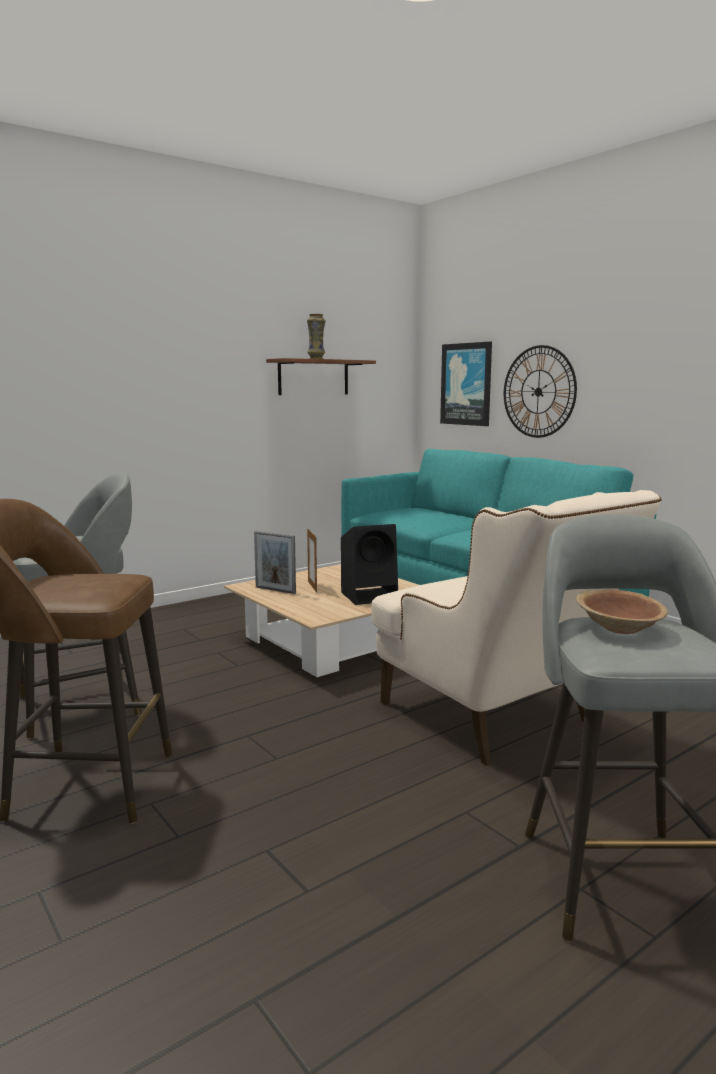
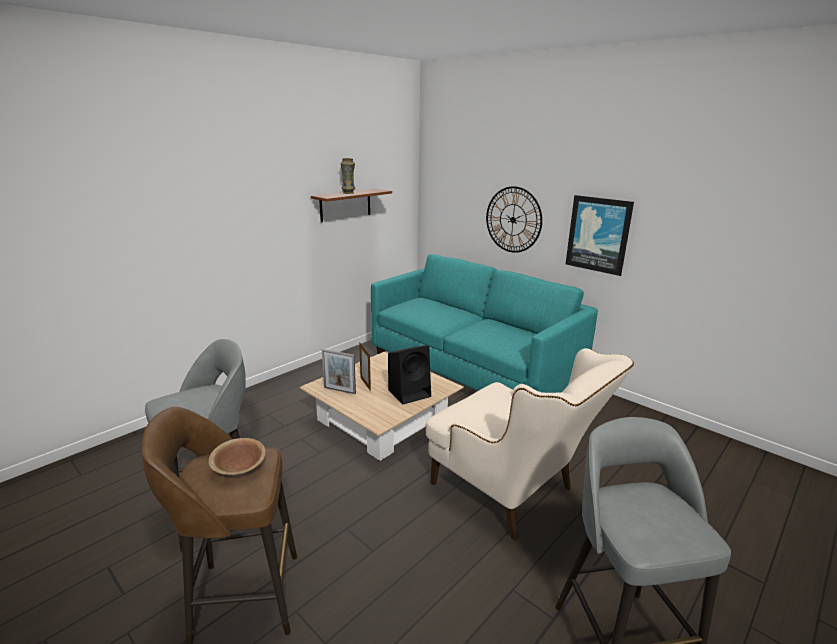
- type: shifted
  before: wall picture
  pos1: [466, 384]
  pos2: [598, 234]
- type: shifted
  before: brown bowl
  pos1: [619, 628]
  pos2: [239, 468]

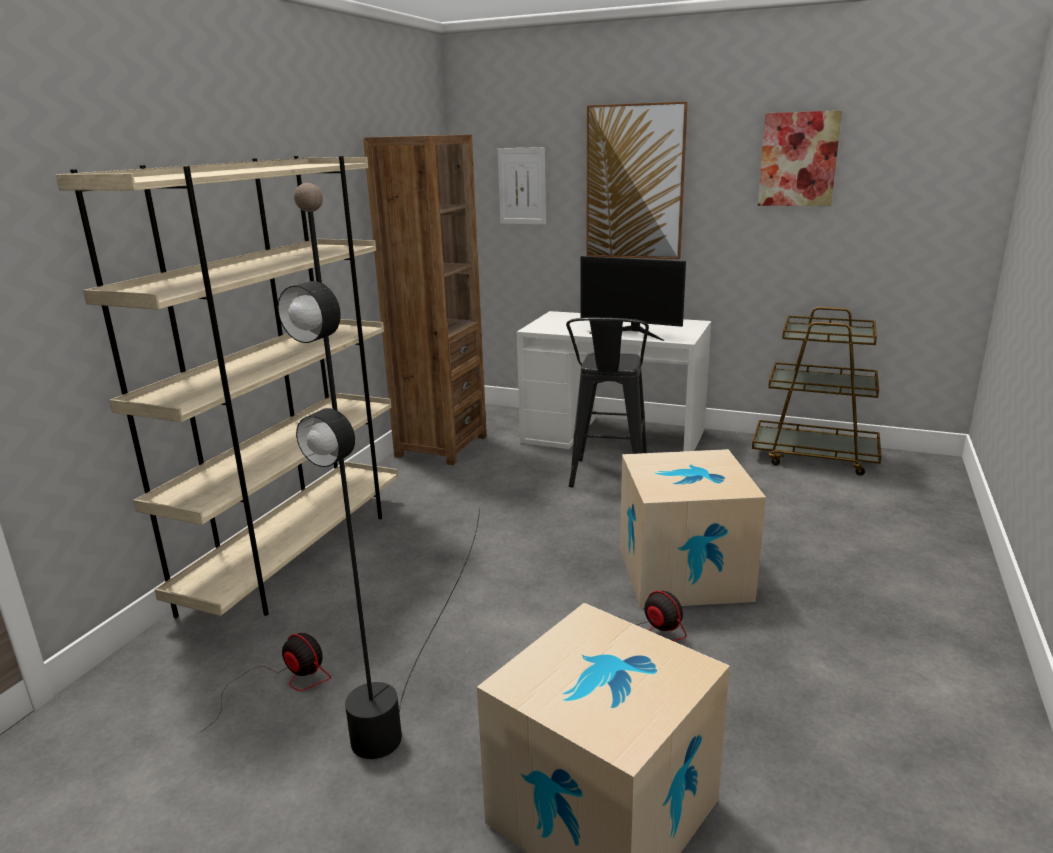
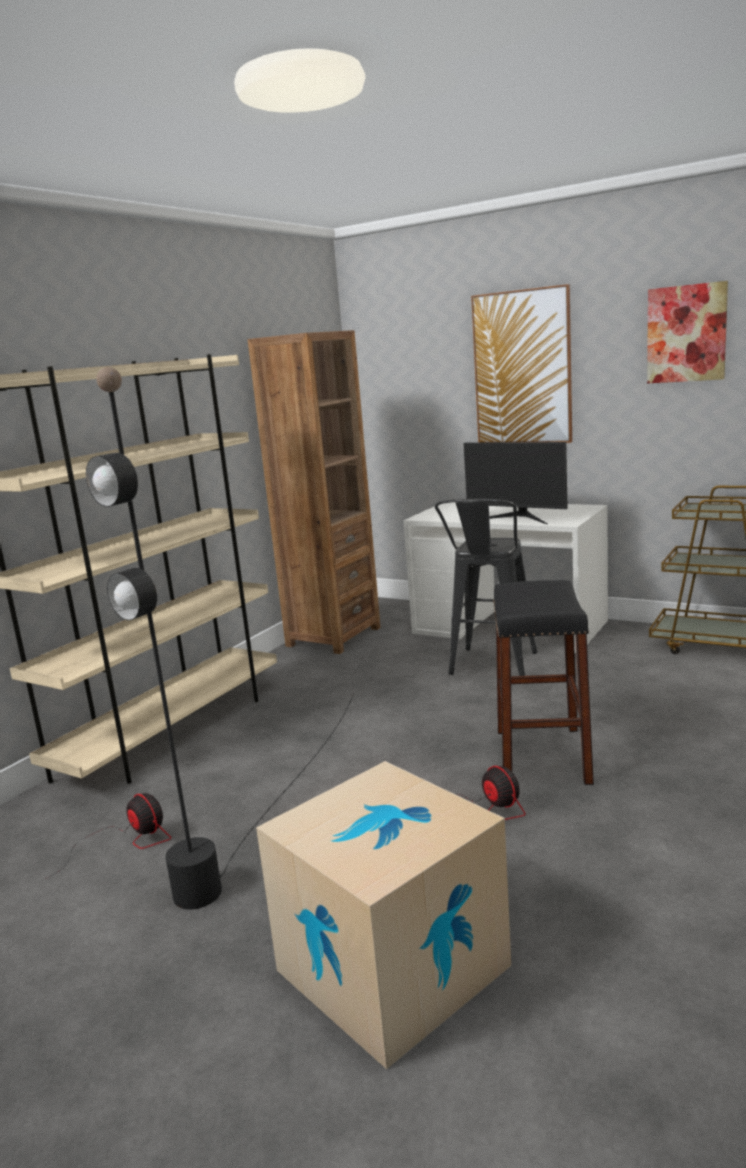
- type: gone
  before: wall picture
  pos1: [522, 186]
- type: swapped
  before: packing box
  after: black sitting stool
  pos1: [683, 573]
  pos2: [542, 756]

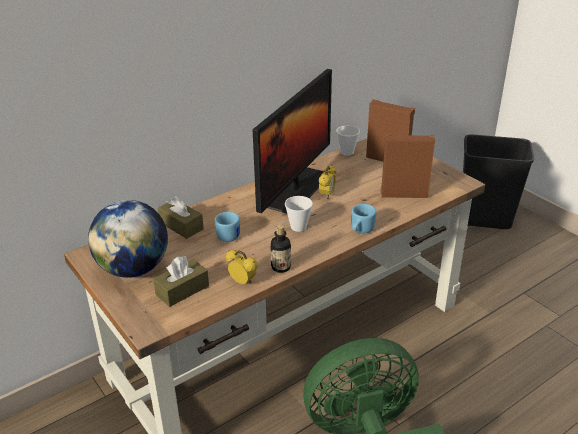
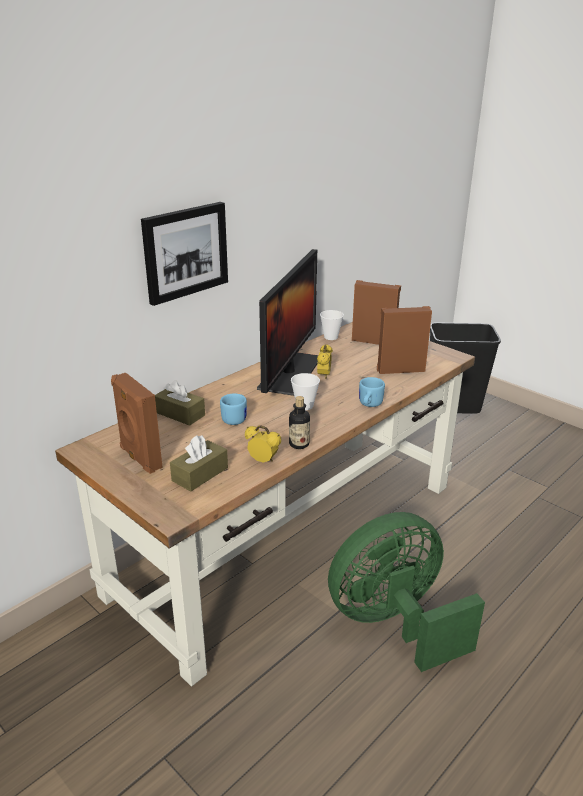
- type: swapped
  before: desk globe
  after: brown speaker
  pos1: [133, 269]
  pos2: [139, 458]
- type: new
  after: wall picture
  pos2: [185, 252]

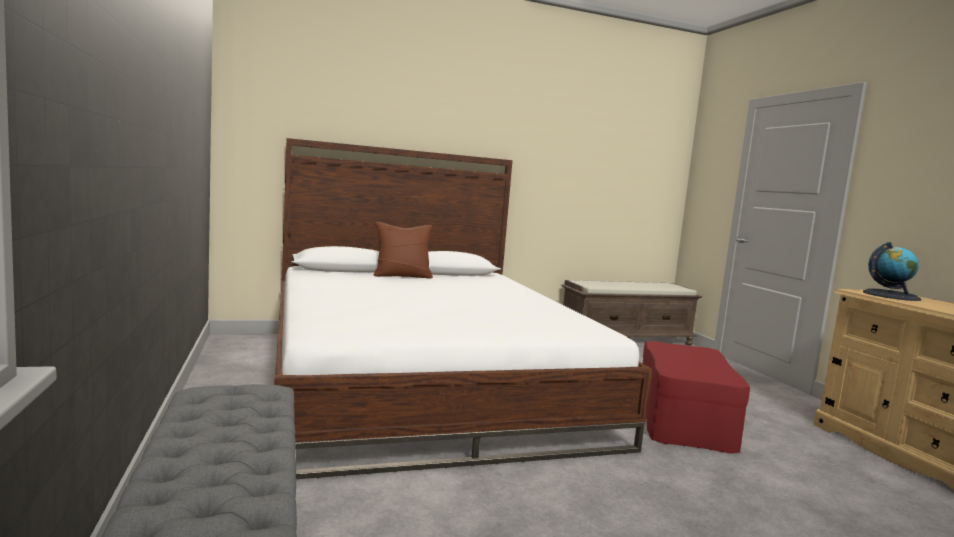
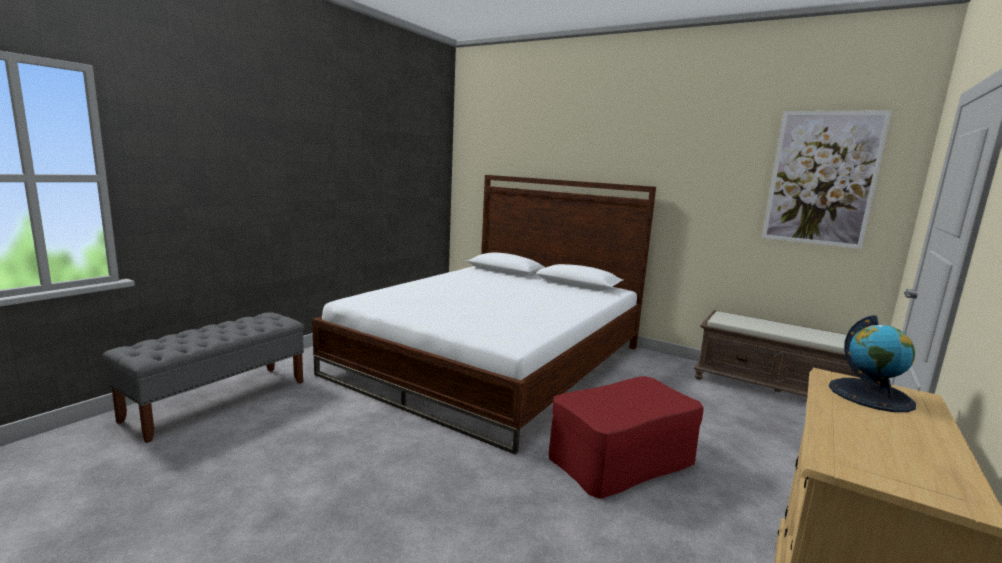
- type: gone
  before: brown throw pillow
  pos1: [402, 276]
- type: new
  after: wall picture
  pos2: [822, 178]

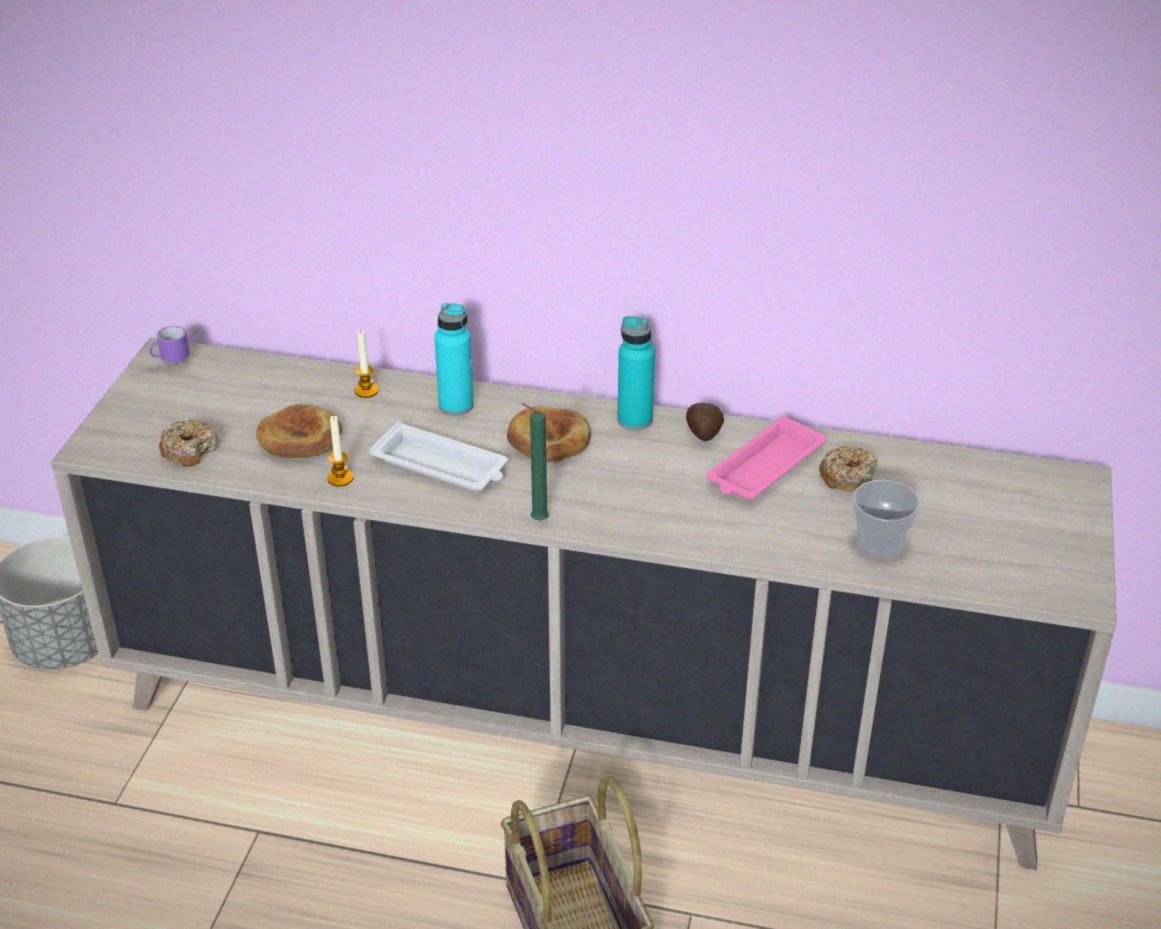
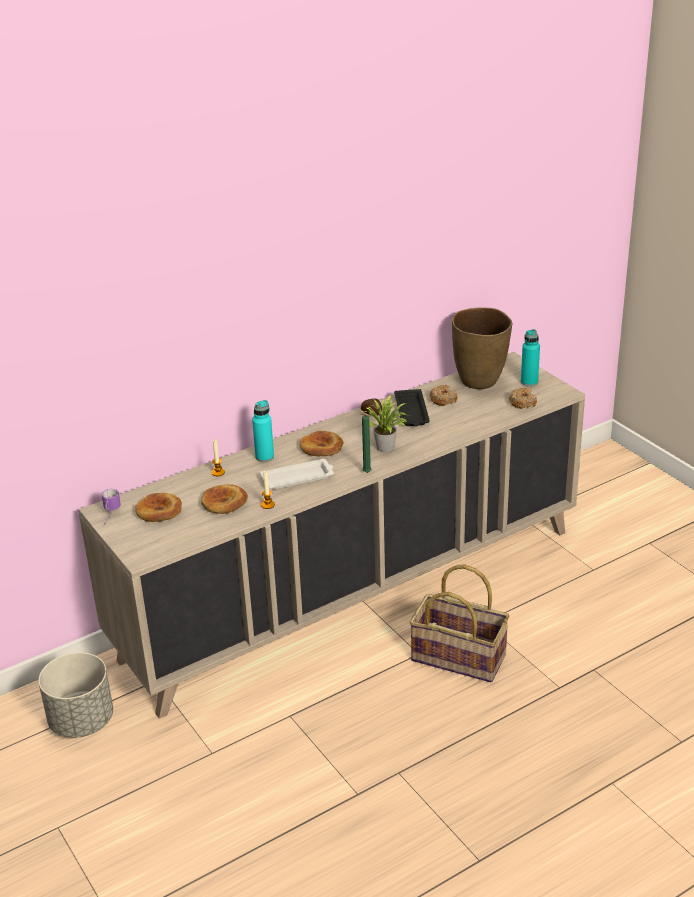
- type: shifted
  before: blue-green beverage bottle
  pos1: [635, 420]
  pos2: [529, 382]
- type: repainted
  before: pink-coloured carrying tray
  after: black carrying tray
  pos1: [764, 468]
  pos2: [411, 412]
- type: shifted
  before: doughnut
  pos1: [189, 450]
  pos2: [522, 402]
- type: gone
  before: cup
  pos1: [880, 544]
- type: new
  after: brown flower vase
  pos2: [480, 381]
- type: new
  after: potted plant
  pos2: [386, 448]
- type: new
  after: baked bread
  pos2: [159, 511]

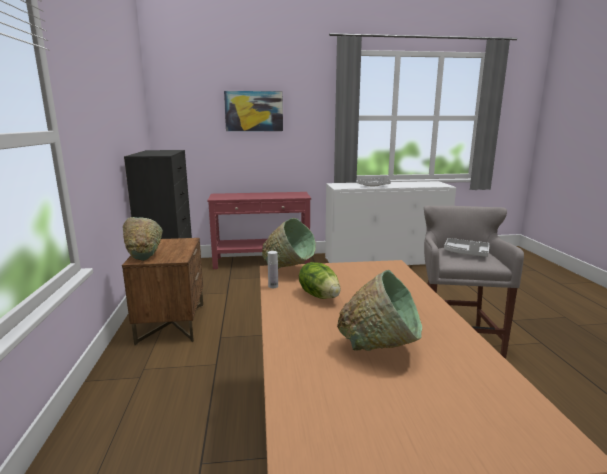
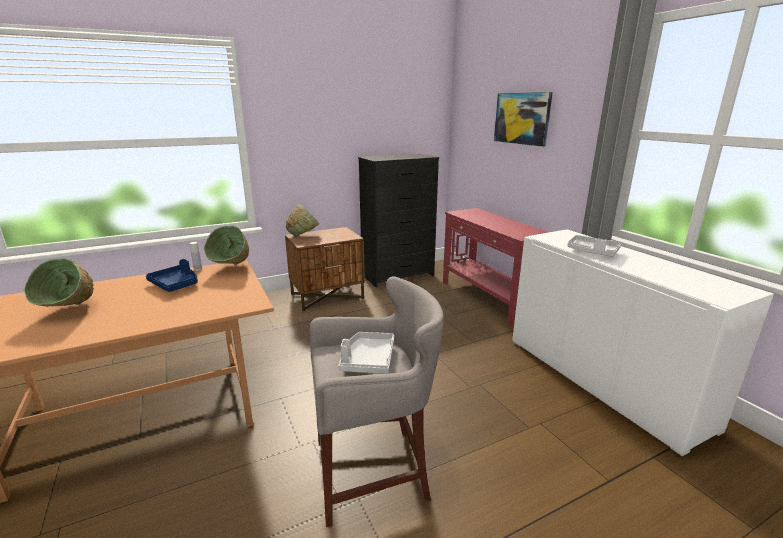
- type: swapped
  before: lettuce
  after: bluish carrying tray
  pos1: [320, 295]
  pos2: [176, 284]

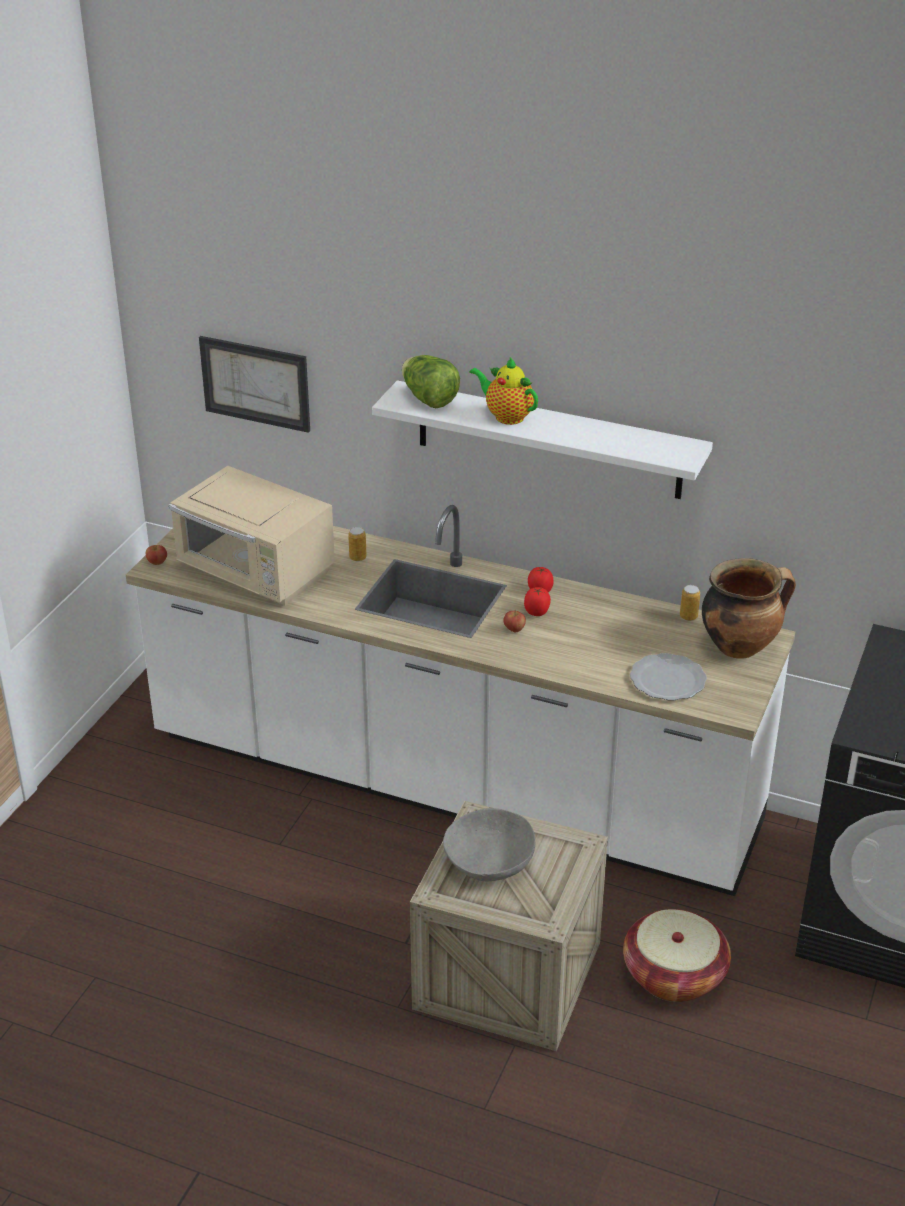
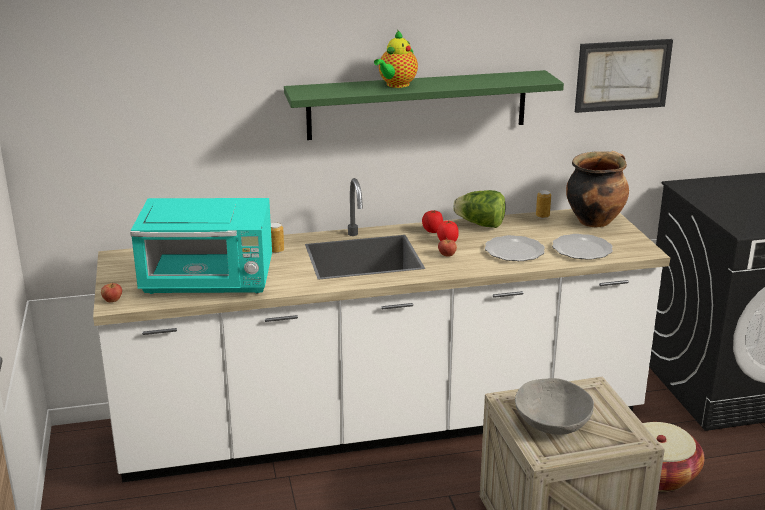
- type: shifted
  before: wall picture
  pos1: [255, 383]
  pos2: [622, 75]
- type: shifted
  before: lettuce
  pos1: [428, 399]
  pos2: [480, 225]
- type: rotated
  before: pot for tea
  pos1: [506, 416]
  pos2: [396, 85]
  turn: -60
- type: repainted
  before: whitish shelf
  after: green-coloured shelf
  pos1: [548, 440]
  pos2: [417, 105]
- type: repainted
  before: beige-coloured microwave
  after: blue-green microwave
  pos1: [257, 573]
  pos2: [209, 282]
- type: new
  after: dinner plate
  pos2: [513, 251]

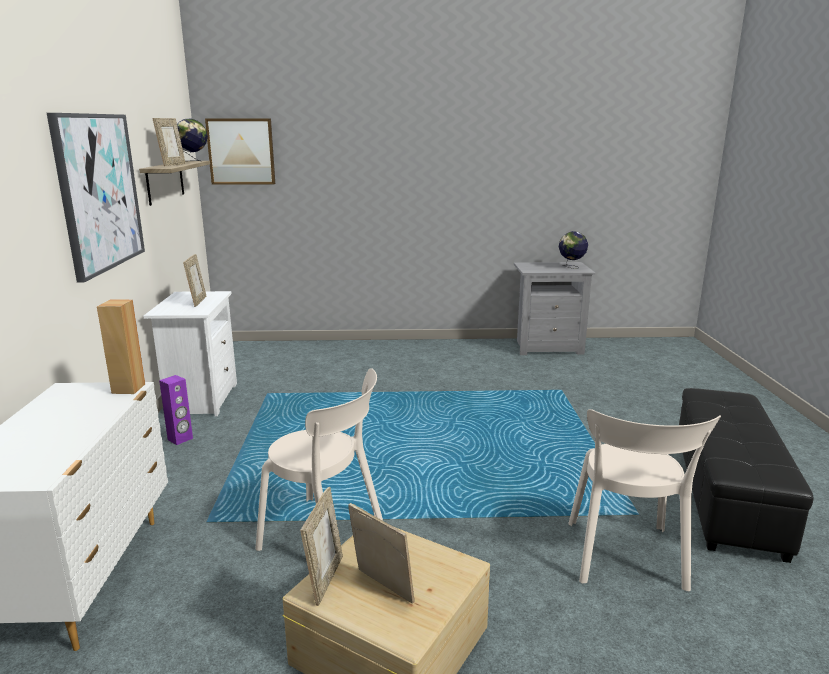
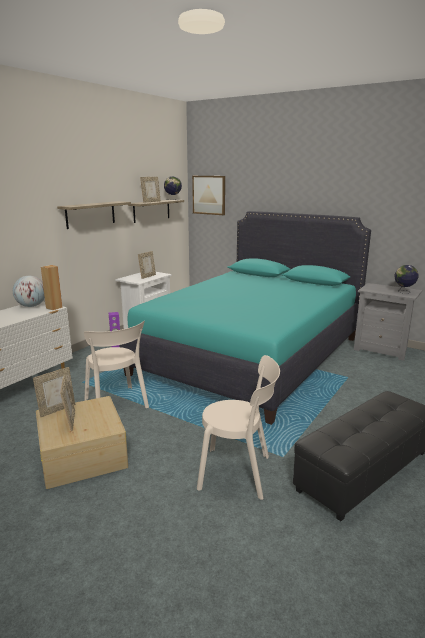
- type: swapped
  before: wall picture
  after: shelf
  pos1: [99, 192]
  pos2: [90, 214]
- type: rotated
  before: beige-coloured plain chair
  pos1: [625, 558]
  pos2: [239, 473]
  turn: -120
- type: new
  after: blue-green bedroom bed
  pos2: [251, 355]
- type: new
  after: desk globe
  pos2: [31, 306]

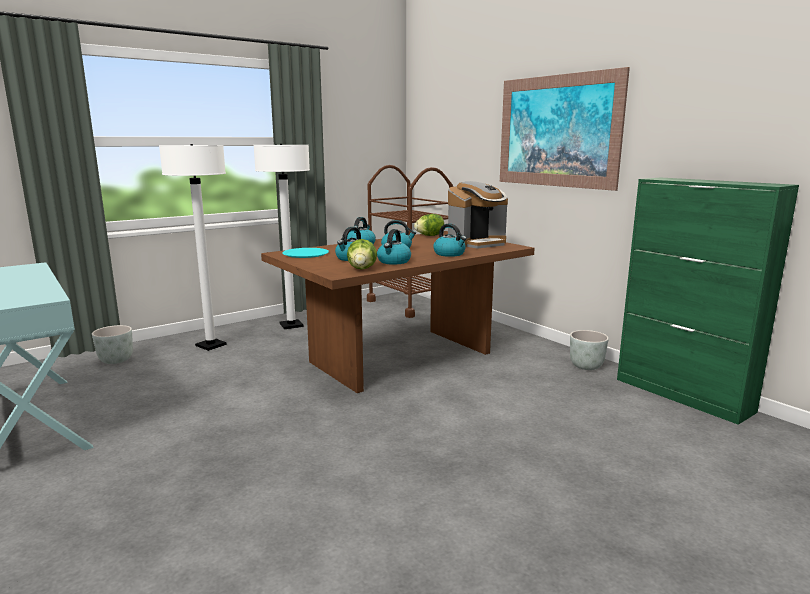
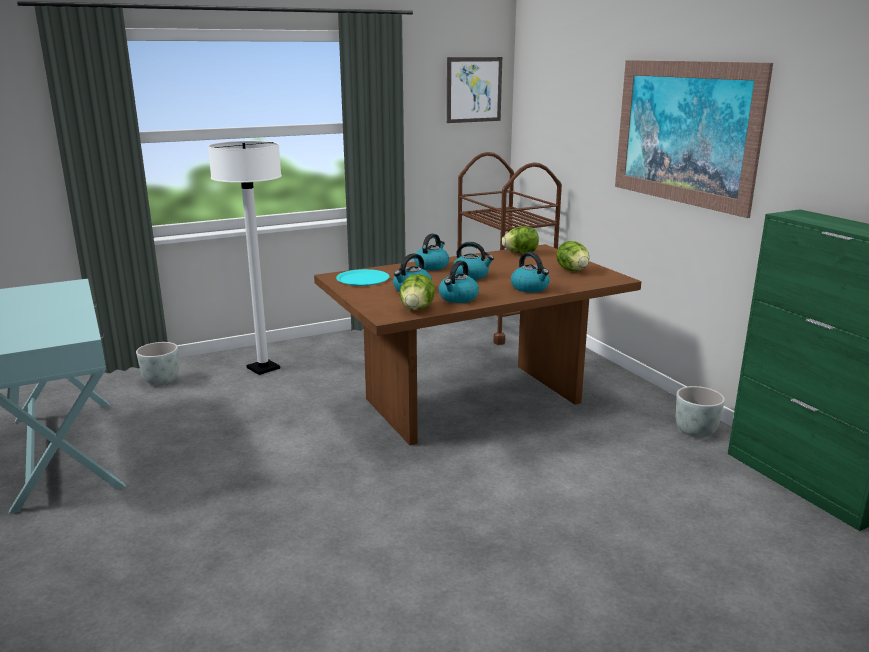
- type: gone
  before: whitish floor lamp
  pos1: [291, 325]
- type: swapped
  before: coffee maker
  after: lettuce
  pos1: [477, 243]
  pos2: [572, 270]
- type: new
  after: wall picture
  pos2: [474, 90]

